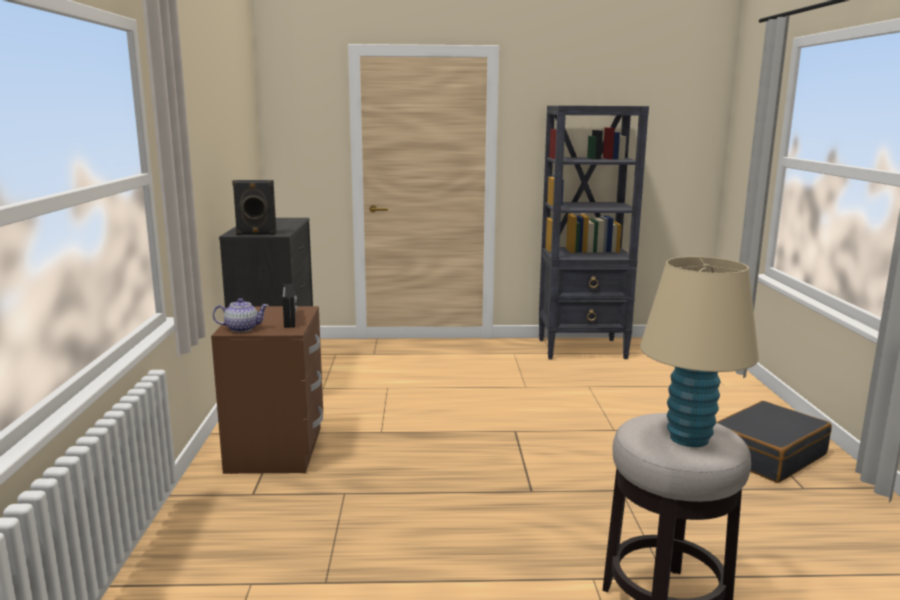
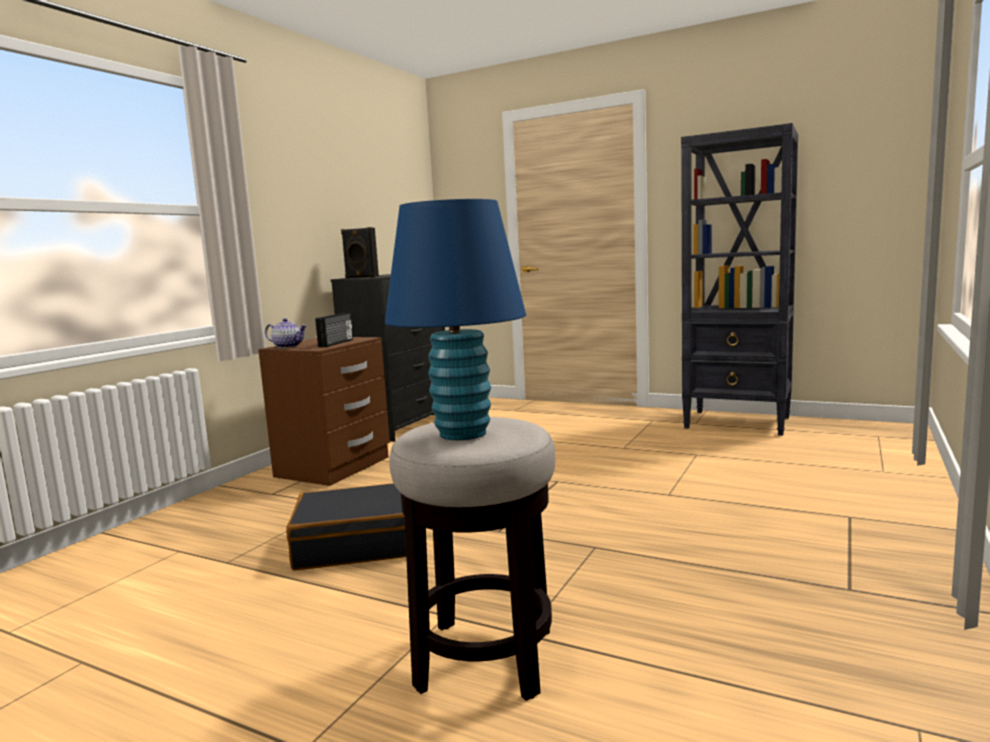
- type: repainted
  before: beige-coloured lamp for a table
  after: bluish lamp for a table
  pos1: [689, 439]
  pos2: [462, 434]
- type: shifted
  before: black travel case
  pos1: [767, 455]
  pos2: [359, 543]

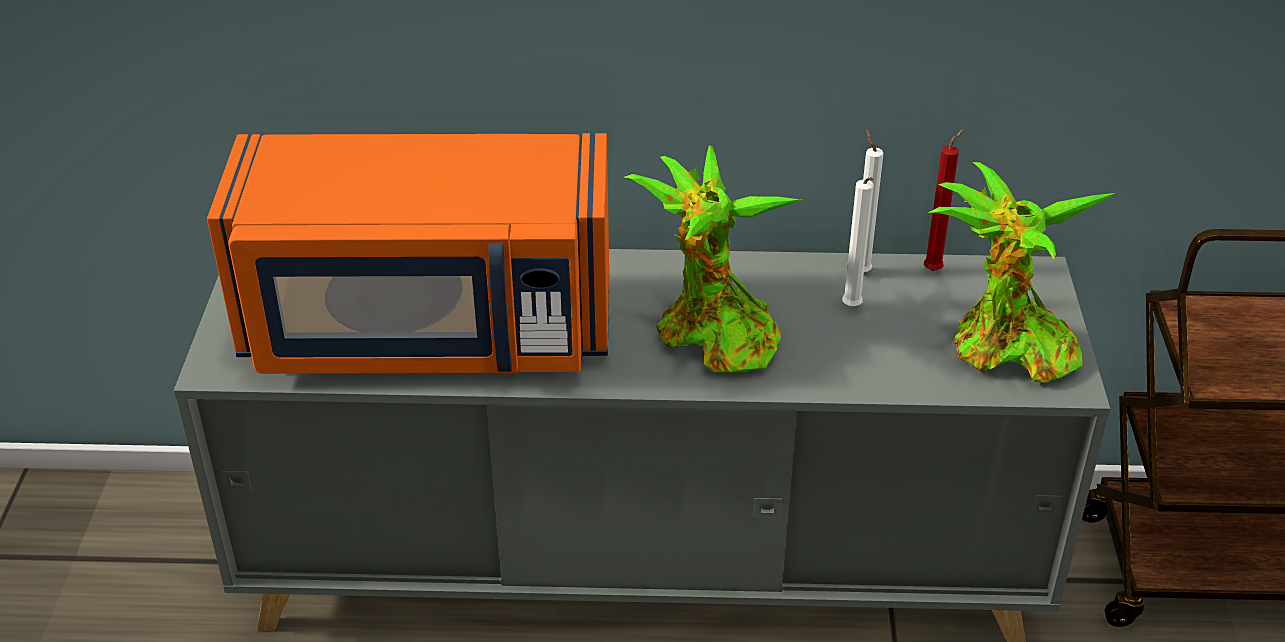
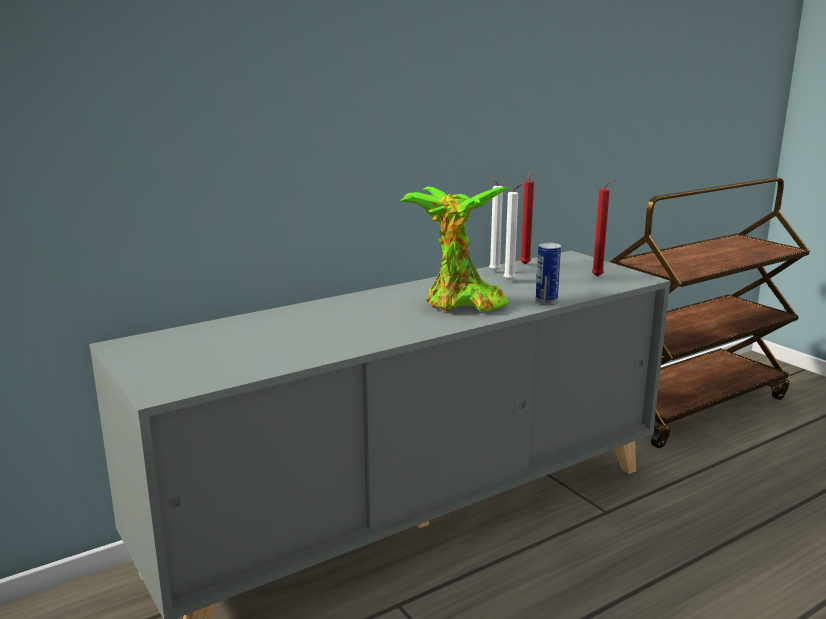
- type: gone
  before: orangey microwave
  pos1: [429, 332]
- type: swapped
  before: potted plant
  after: red candle
  pos1: [1005, 350]
  pos2: [599, 276]
- type: new
  after: can
  pos2: [546, 300]

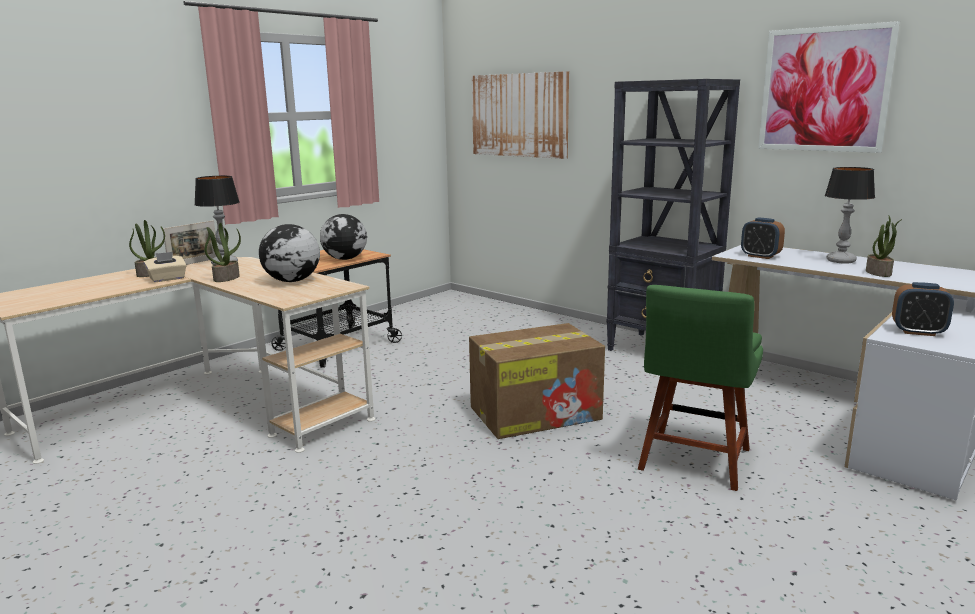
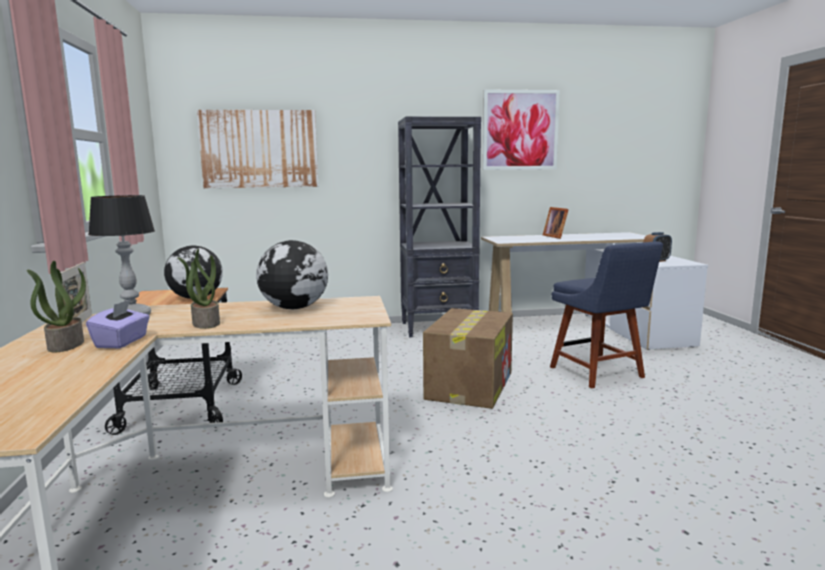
- type: swapped
  before: lamp for a table
  after: photo frame
  pos1: [841, 261]
  pos2: [556, 236]
- type: gone
  before: potted plant
  pos1: [879, 273]
- type: gone
  before: alarm clock
  pos1: [760, 256]
- type: repainted
  before: beige-coloured box of tissues
  after: purple-coloured box of tissues
  pos1: [167, 279]
  pos2: [122, 342]
- type: repainted
  before: green-coloured plain chair
  after: bluish plain chair
  pos1: [693, 462]
  pos2: [599, 373]

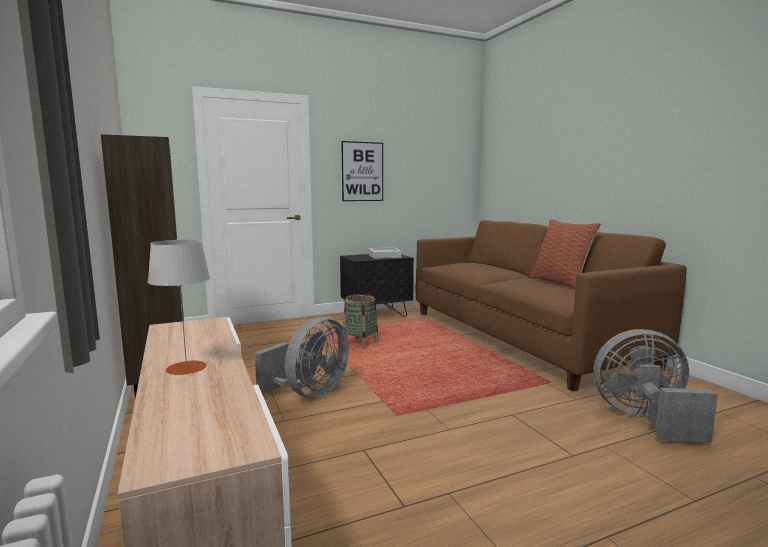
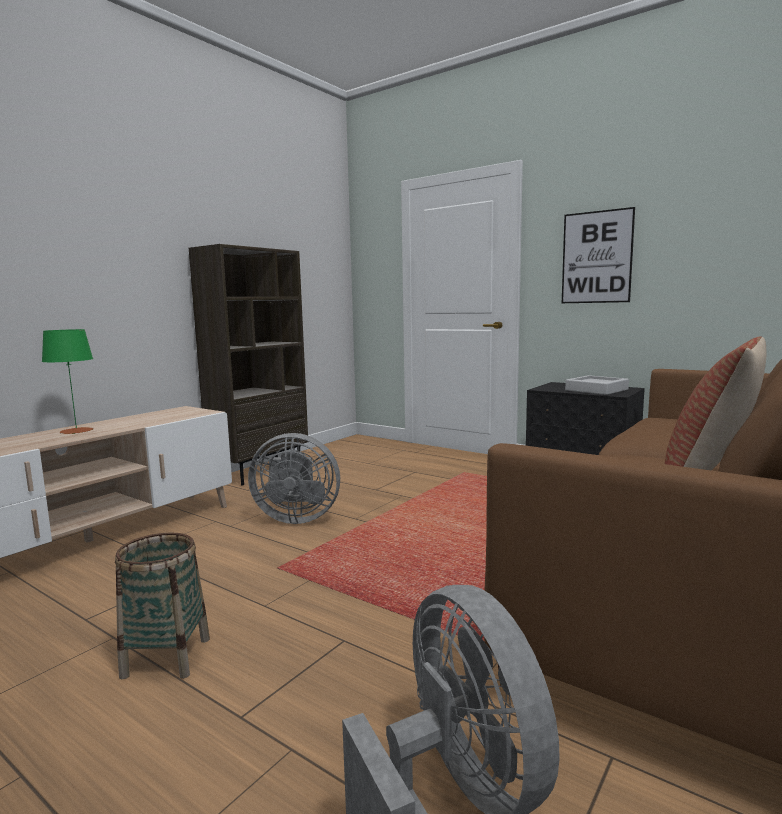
- type: repainted
  before: gray lamp for a table
  after: green-coloured lamp for a table
  pos1: [186, 368]
  pos2: [76, 431]
- type: shifted
  before: storage basket
  pos1: [360, 344]
  pos2: [166, 657]

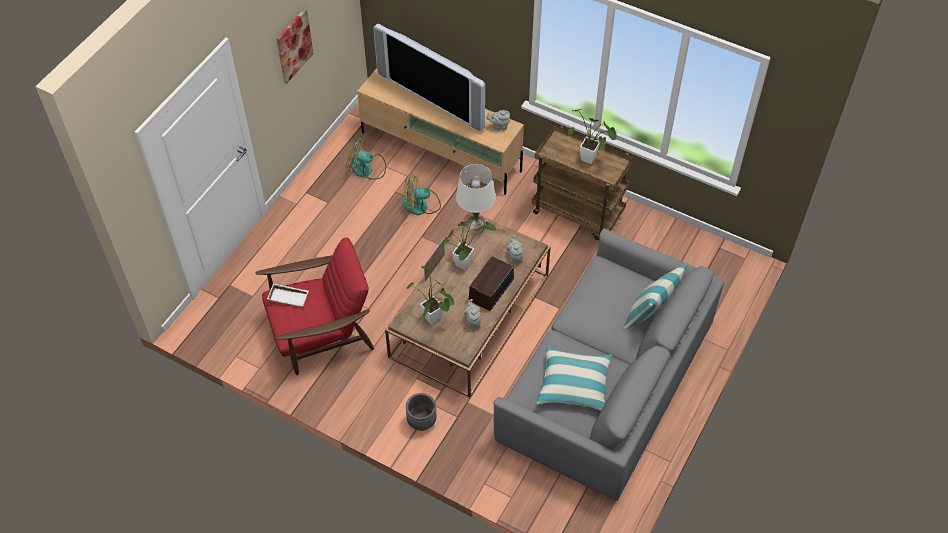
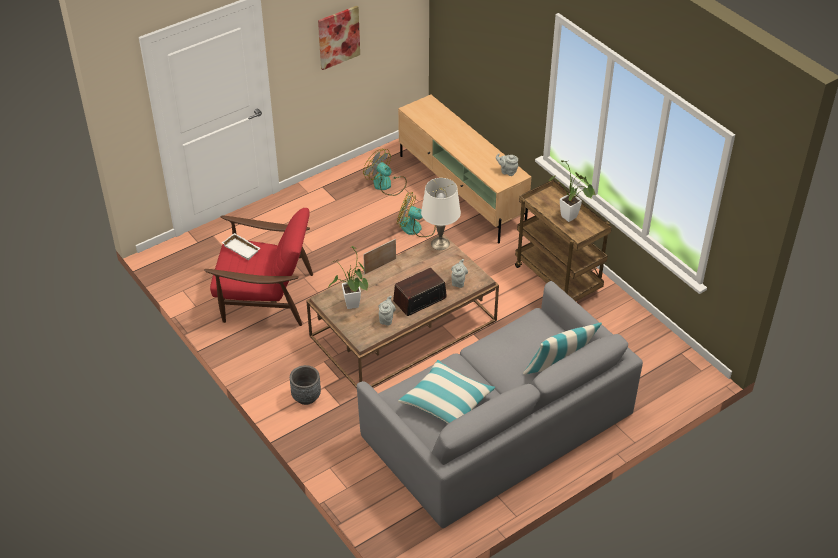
- type: gone
  before: TV set
  pos1: [432, 98]
- type: gone
  before: potted plant
  pos1: [465, 262]

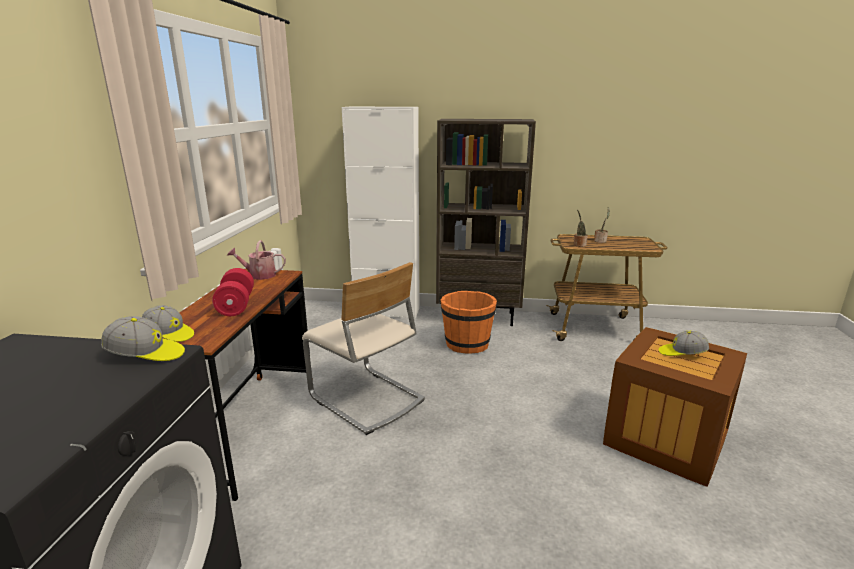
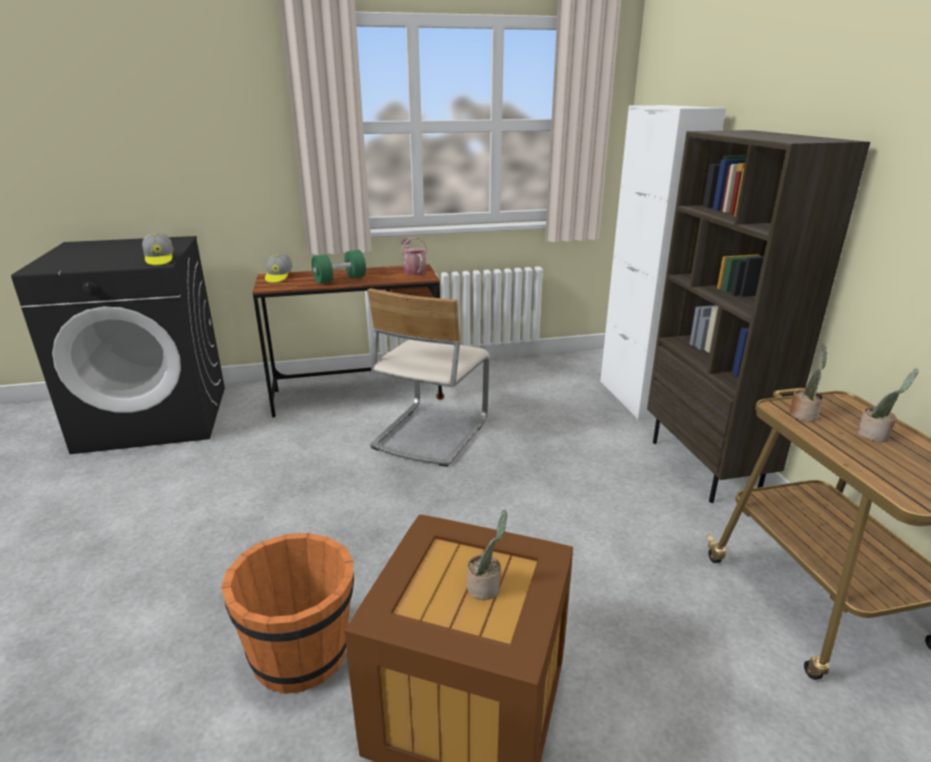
- type: repainted
  before: red free weight
  after: green-coloured free weight
  pos1: [236, 305]
  pos2: [340, 279]
- type: shifted
  before: orangey water bucket
  pos1: [467, 344]
  pos2: [302, 653]
- type: swapped
  before: baseball cap
  after: potted plant
  pos1: [682, 353]
  pos2: [486, 587]

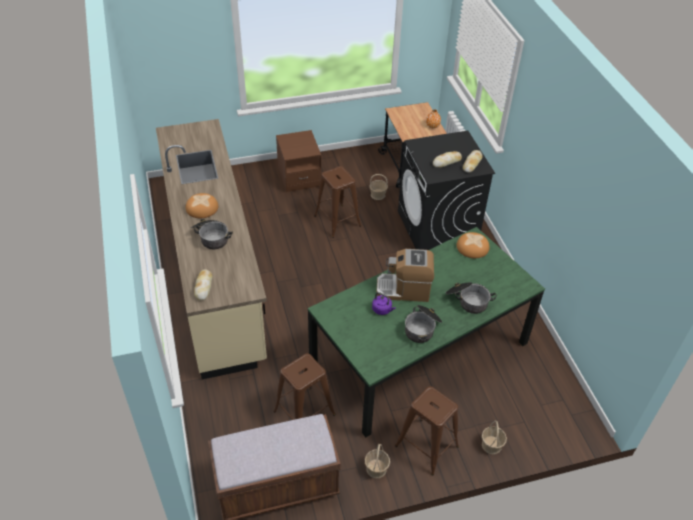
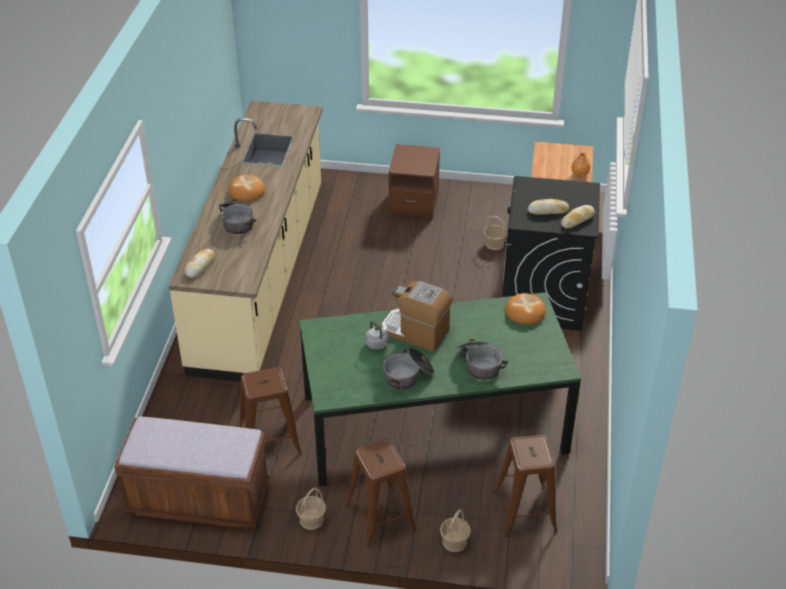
- type: shifted
  before: brown sitting stool
  pos1: [337, 221]
  pos2: [525, 511]
- type: repainted
  before: purple-coloured water kettle
  after: gray water kettle
  pos1: [382, 310]
  pos2: [377, 345]

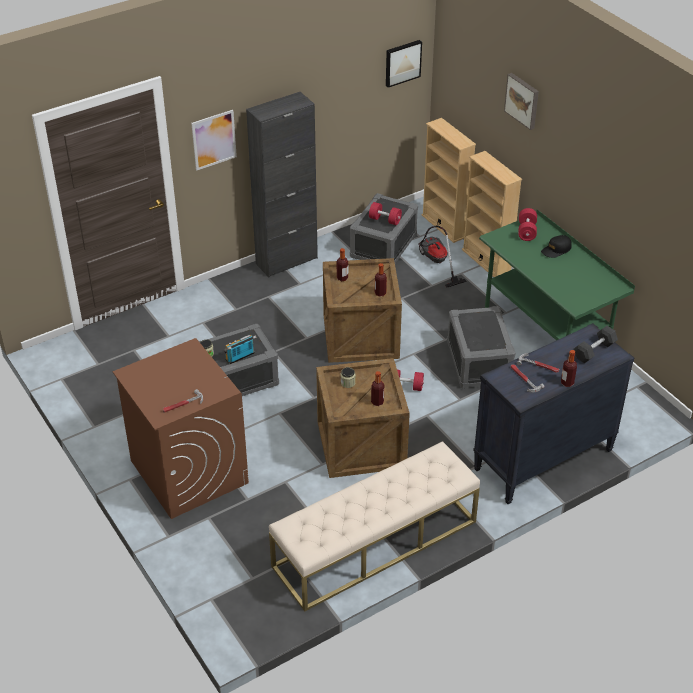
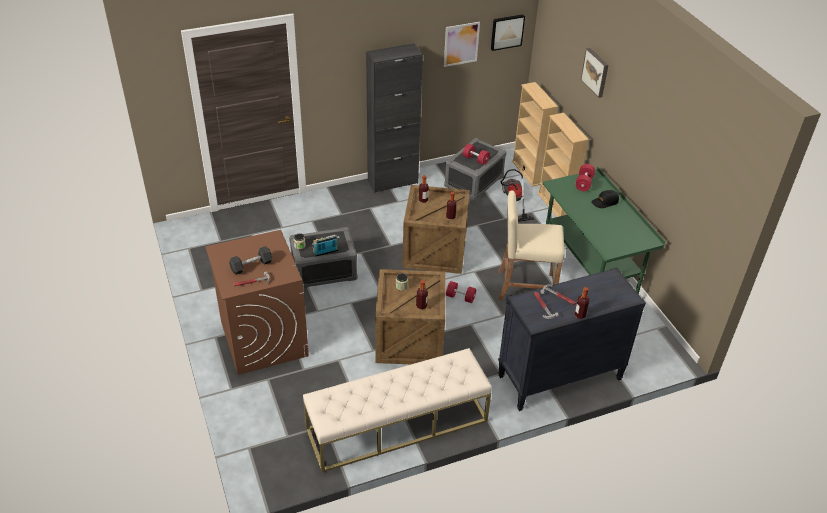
- type: shifted
  before: wall picture
  pos1: [214, 139]
  pos2: [461, 44]
- type: swapped
  before: gray storage bin
  after: beige-coloured sitting stool
  pos1: [478, 362]
  pos2: [526, 287]
- type: shifted
  before: black free weight
  pos1: [594, 351]
  pos2: [251, 266]

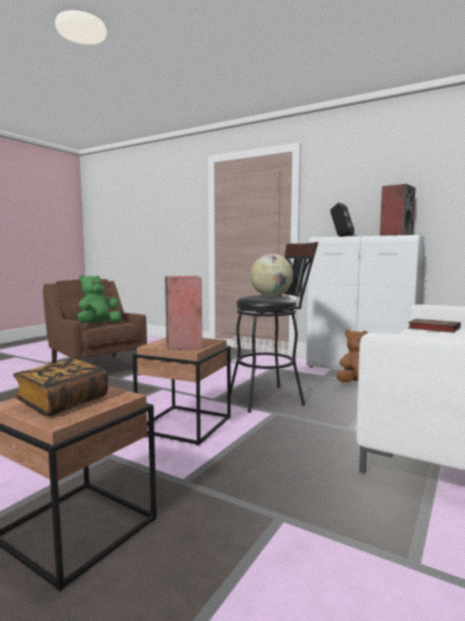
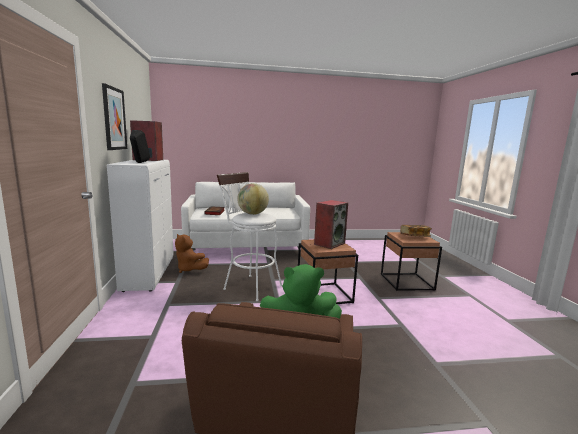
- type: repainted
  before: black sitting stool
  after: whitish sitting stool
  pos1: [271, 397]
  pos2: [249, 286]
- type: new
  after: wall picture
  pos2: [114, 119]

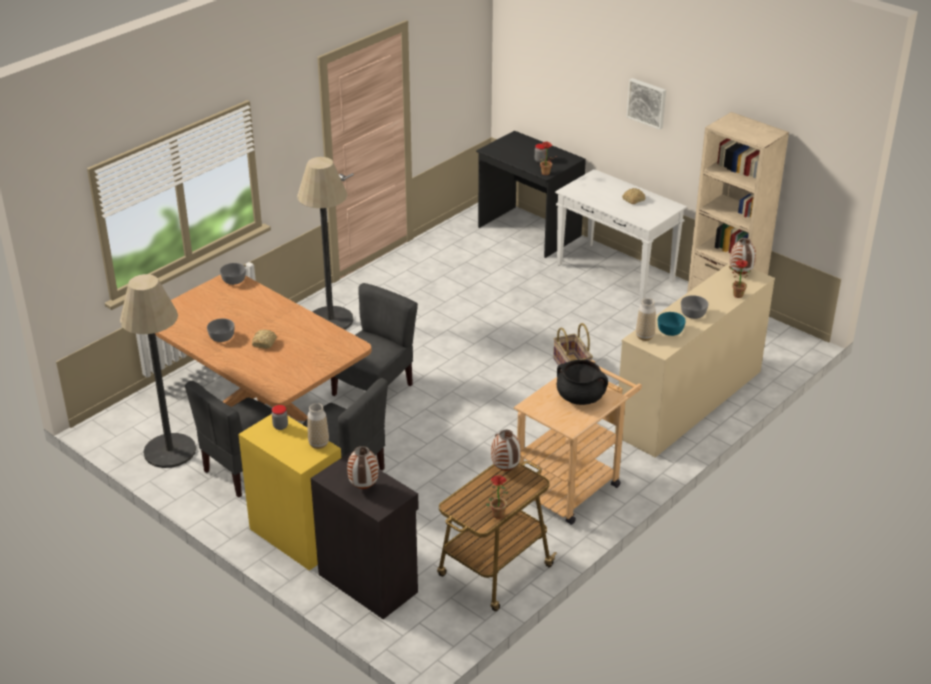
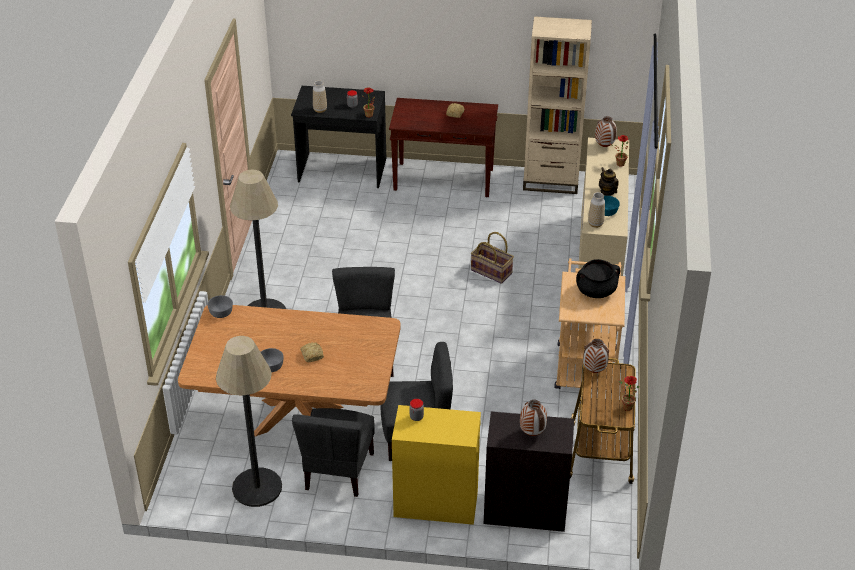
- type: gone
  before: wall picture
  pos1: [647, 103]
- type: repainted
  before: whitish console table
  after: brown console table
  pos1: [616, 273]
  pos2: [444, 180]
- type: swapped
  before: gray bowl
  after: pot for tea
  pos1: [693, 314]
  pos2: [607, 192]
- type: shifted
  before: flower vase
  pos1: [318, 444]
  pos2: [320, 110]

